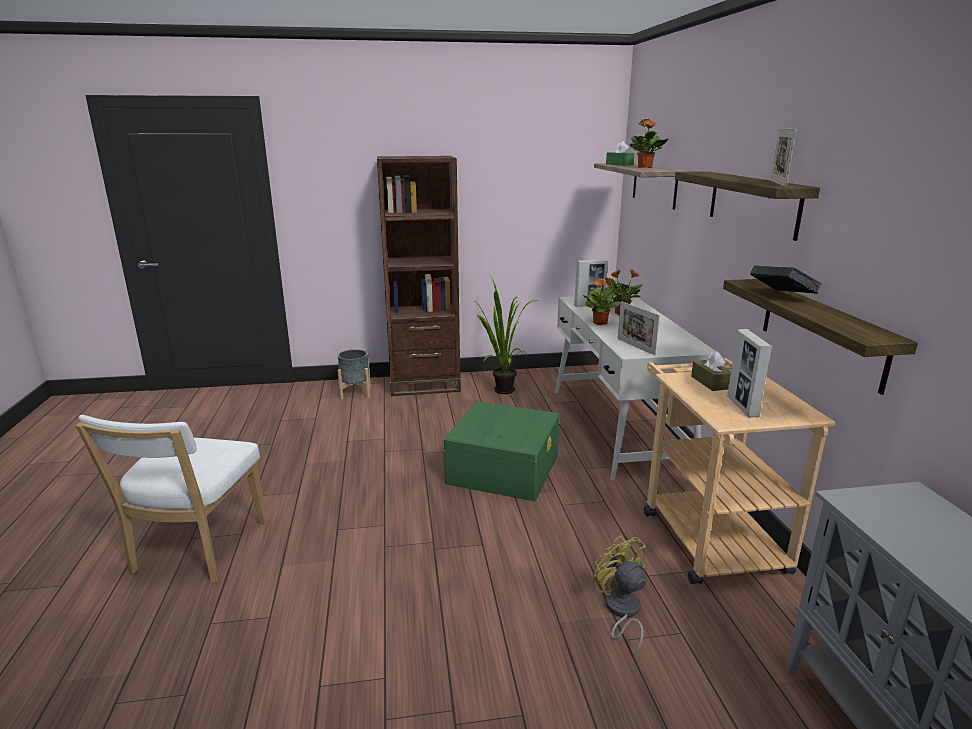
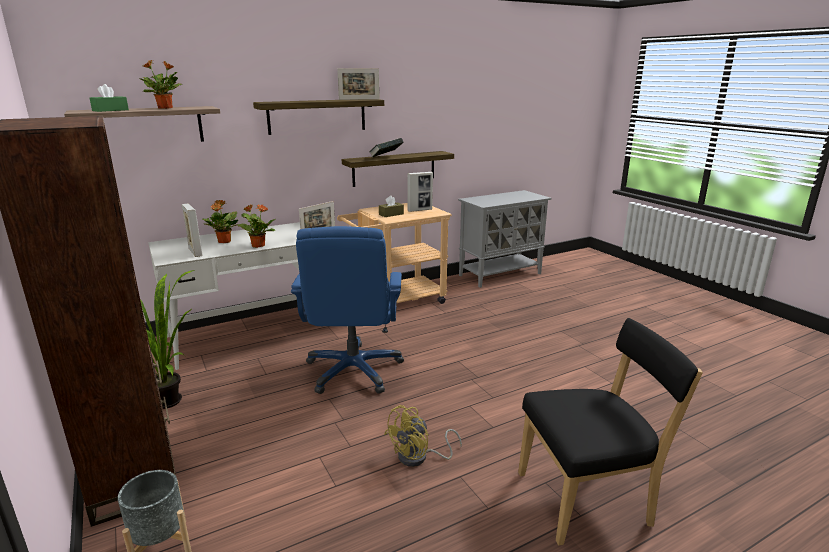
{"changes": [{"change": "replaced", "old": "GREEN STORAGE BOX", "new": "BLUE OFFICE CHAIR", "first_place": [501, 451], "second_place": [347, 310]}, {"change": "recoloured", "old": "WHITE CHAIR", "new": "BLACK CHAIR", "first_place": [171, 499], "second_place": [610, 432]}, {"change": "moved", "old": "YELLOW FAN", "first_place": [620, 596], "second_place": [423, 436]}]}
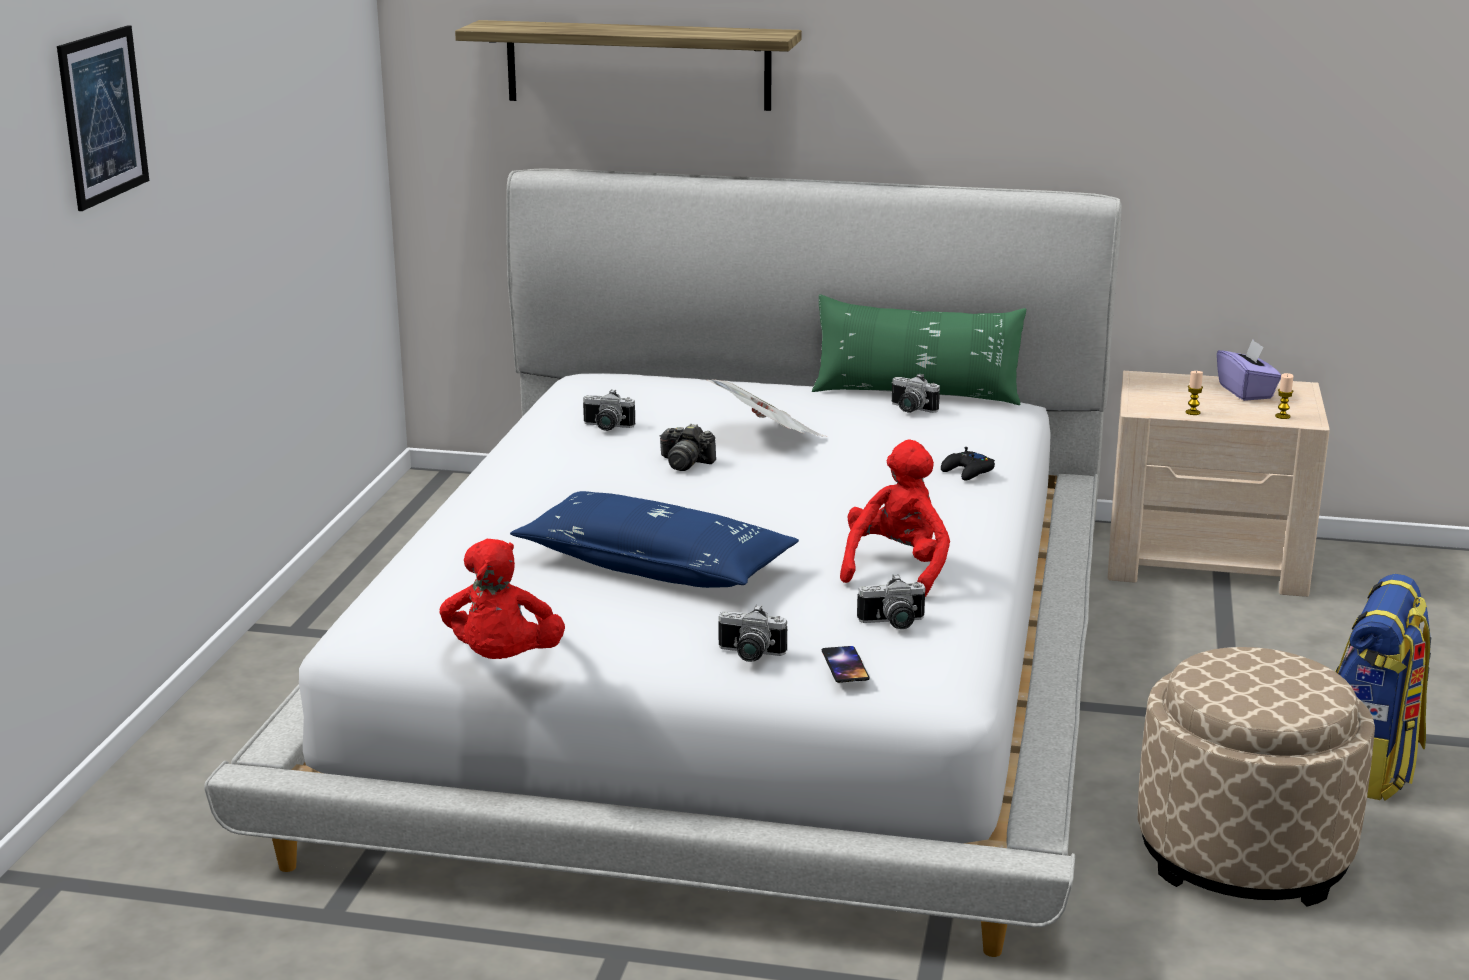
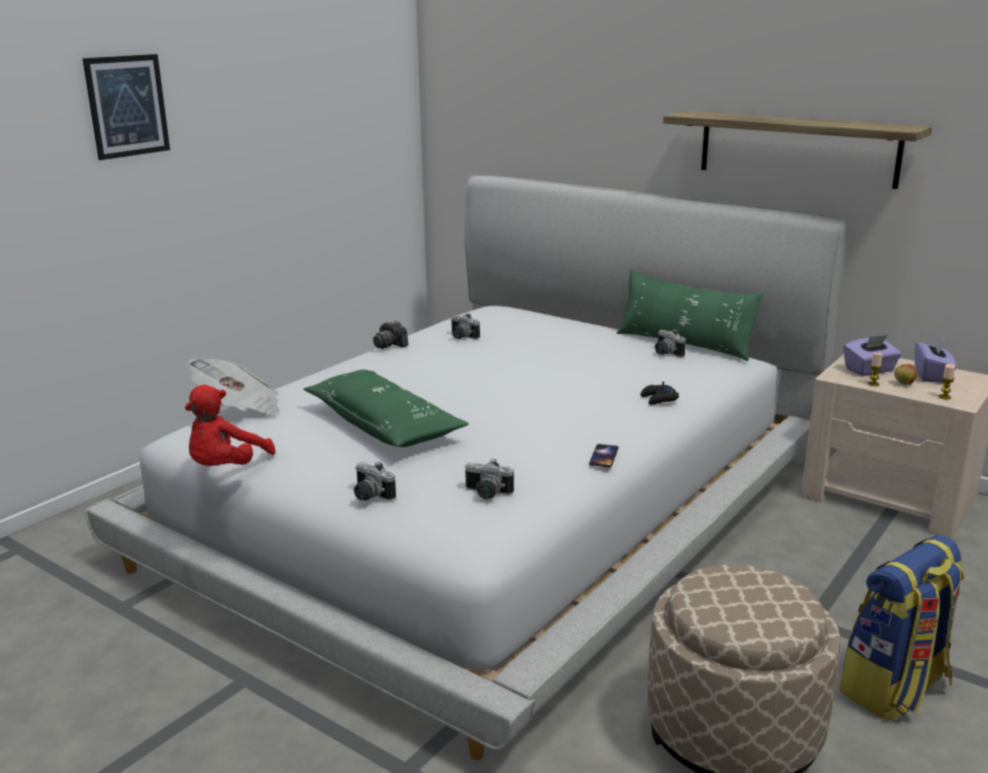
{"changes": [{"change": "moved", "old": "SHELF", "first_place": [628, 65], "second_place": [797, 150]}, {"change": "moved", "old": "NEWSPAPER", "first_place": [767, 408], "second_place": [233, 387]}, {"change": "moved", "old": "PHOTO CAMERA", "first_place": [687, 447], "second_place": [390, 335]}, {"change": "removed", "old": "RED PLUSH TOY", "first_place": [895, 518]}, {"change": "recoloured", "old": "BLUE PILLOW", "new": "GREEN PILLOW", "first_place": [654, 539], "second_place": [386, 408]}, {"change": "moved", "old": "PHONE", "first_place": [846, 664], "second_place": [603, 455]}, {"change": "added", "new": "PURPLE TISSUE BOX", "second_place": [873, 355]}, {"change": "added", "new": "APPLE", "second_place": [905, 374]}]}
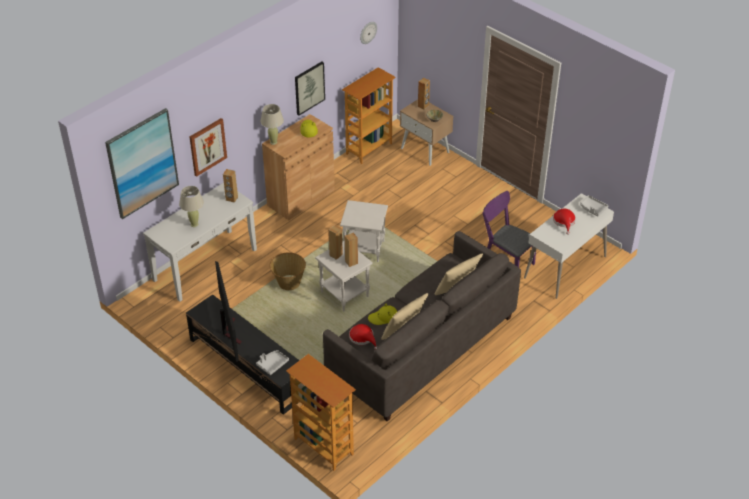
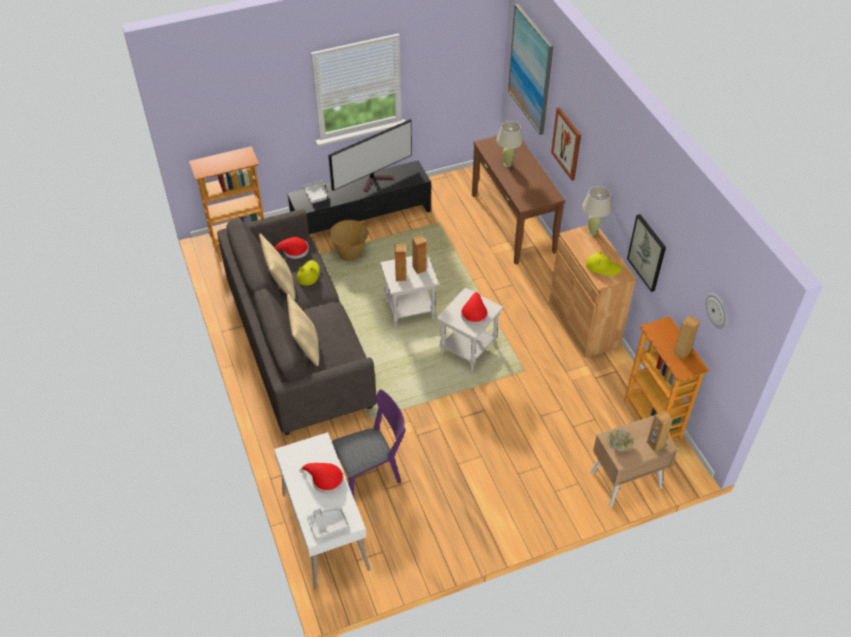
{"changes": [{"change": "moved", "old": "BROWN SPEAKER", "first_place": [230, 186], "second_place": [686, 337]}, {"change": "recoloured", "old": "WHITE CONSOLE TABLE", "new": "BROWN CONSOLE TABLE", "first_place": [200, 242], "second_place": [518, 198]}, {"change": "moved", "old": "BASKET", "first_place": [287, 271], "second_place": [348, 240]}, {"change": "turned", "old": "TELEVISION", "first_place": [228, 311], "second_place": [370, 155], "degrees": -45}, {"change": "added", "new": "RED HAT", "second_place": [474, 308]}]}
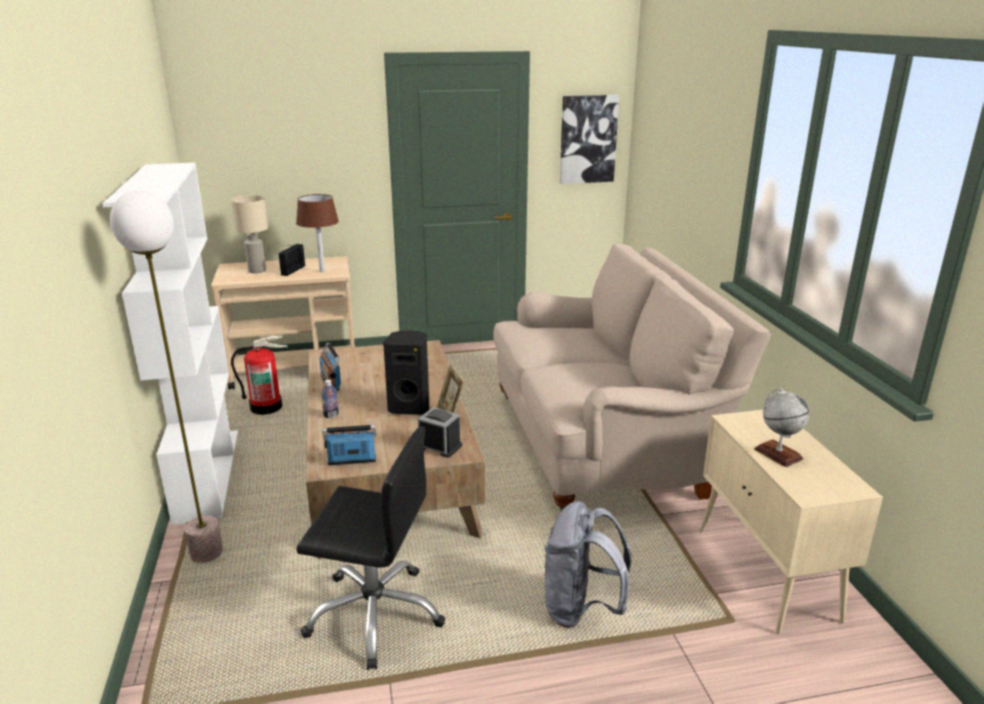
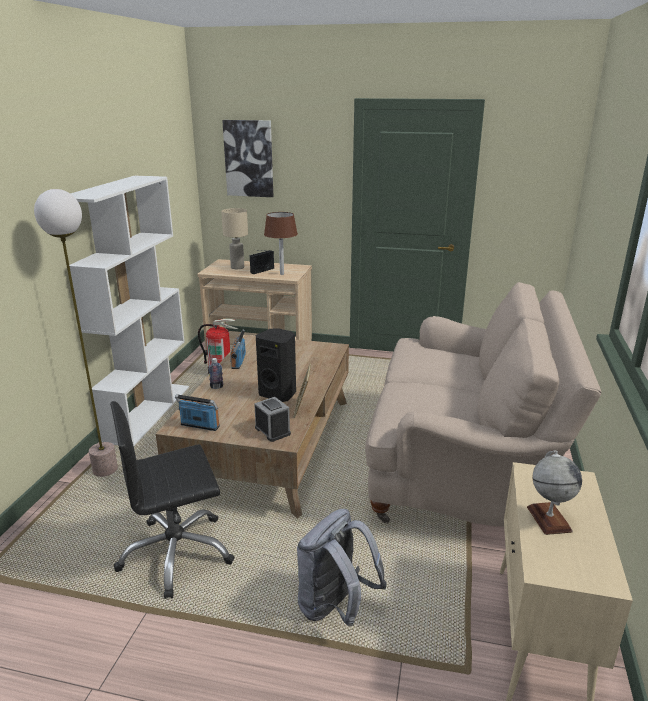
{"changes": [{"change": "moved", "old": "PICTURE", "first_place": [589, 139], "second_place": [247, 158]}, {"change": "turned", "old": "BLACK OFFICE CHAIR", "first_place": [370, 548], "second_place": [172, 500], "degrees": 120}]}
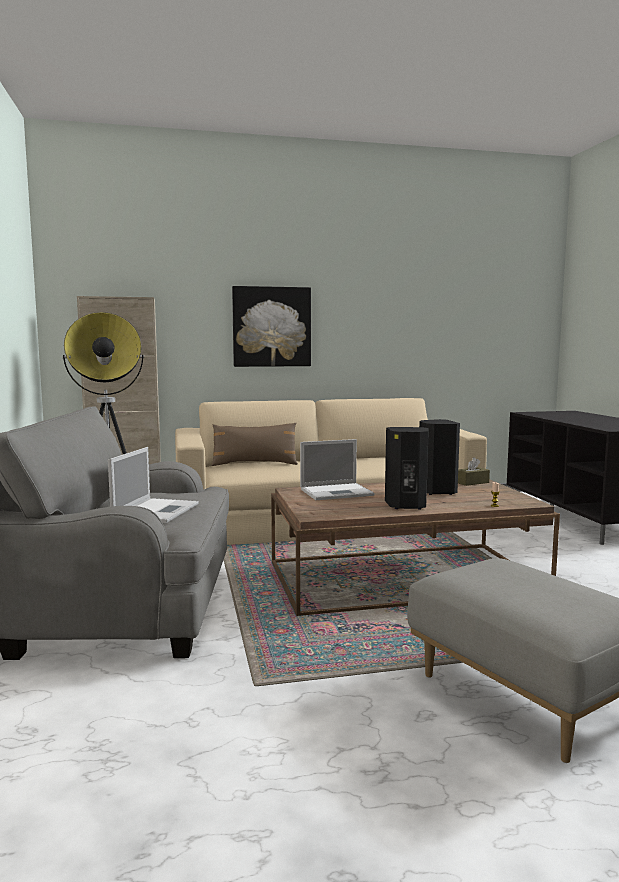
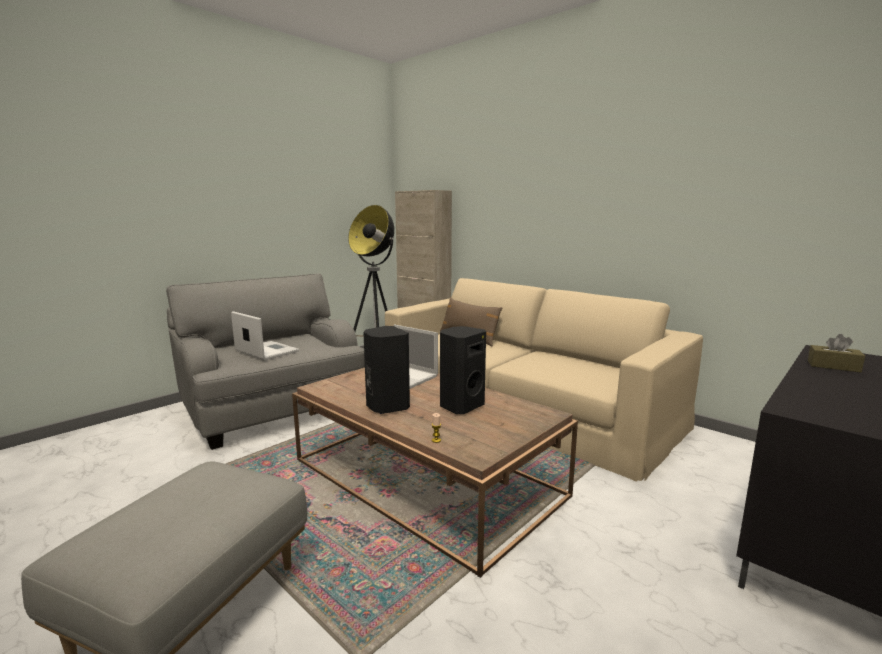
{"changes": [{"change": "removed", "old": "PICTURE", "first_place": [271, 326]}, {"change": "turned", "old": "LAPTOP", "first_place": [153, 485], "second_place": [265, 335], "degrees": -120}, {"change": "moved", "old": "BROWN TISSUE BOX", "first_place": [474, 471], "second_place": [836, 353]}]}
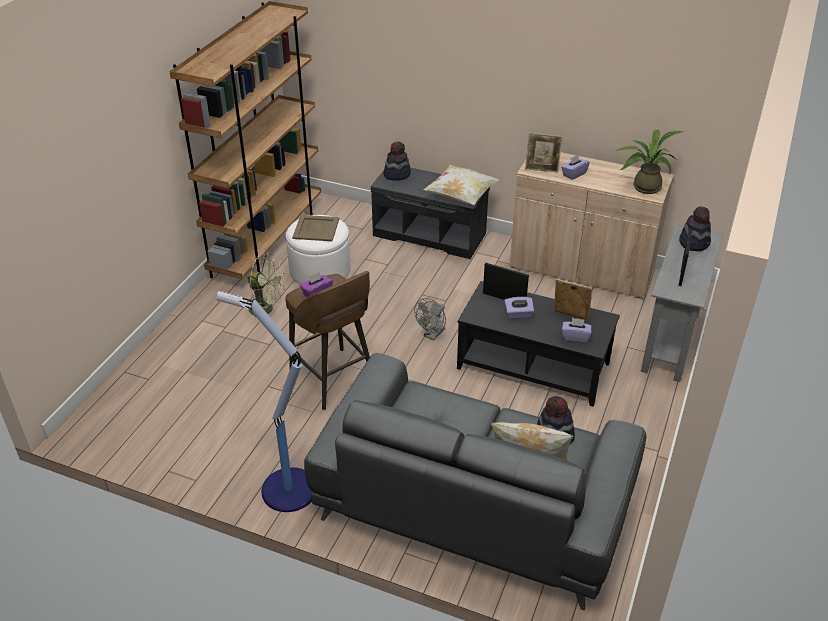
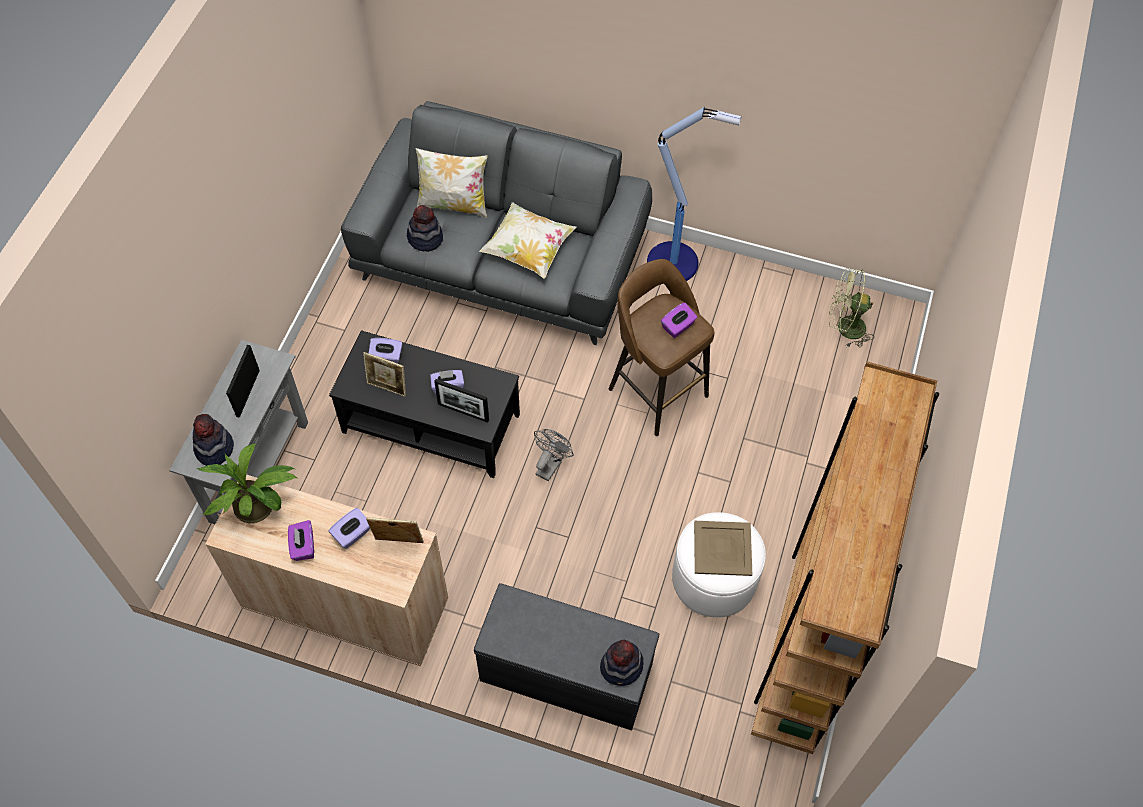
{"changes": [{"change": "moved", "old": "PILLOW", "first_place": [461, 185], "second_place": [527, 240]}, {"change": "moved", "old": "GREEN FAN", "first_place": [266, 288], "second_place": [851, 307]}, {"change": "added", "new": "PURPLE TISSUE BOX", "second_place": [301, 540]}]}
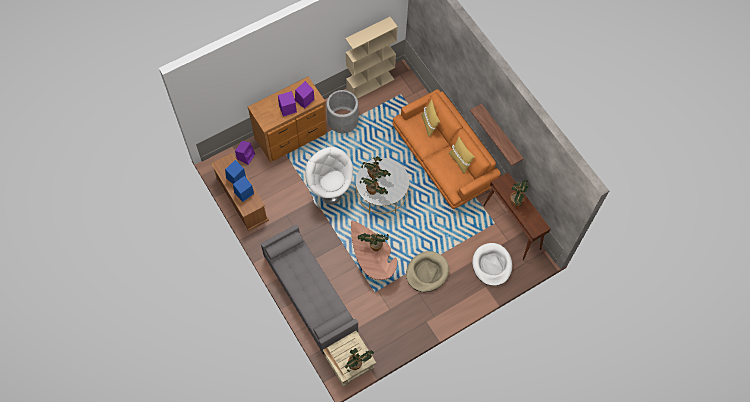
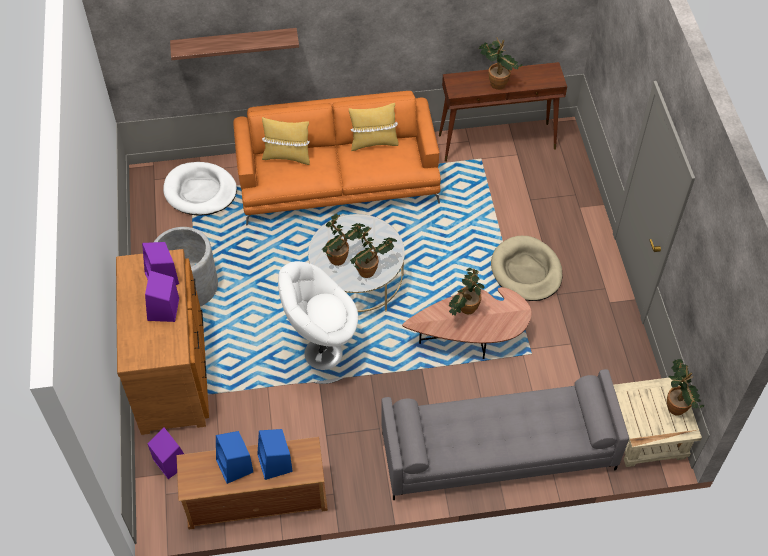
{"changes": [{"change": "removed", "old": "BEIGE BOOKCASE", "first_place": [371, 58]}, {"change": "moved", "old": "SHELF", "first_place": [497, 134], "second_place": [234, 44]}, {"change": "moved", "old": "WHITE DOG BED", "first_place": [492, 264], "second_place": [200, 189]}]}
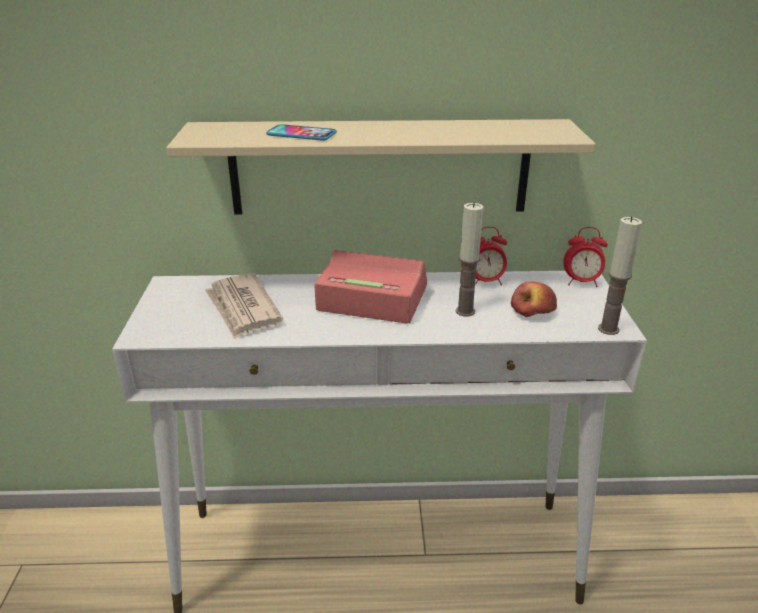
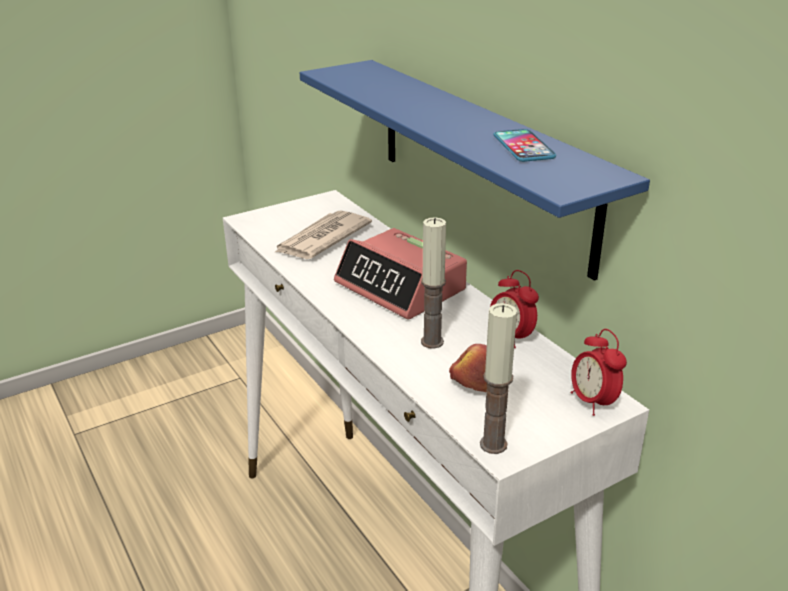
{"changes": [{"change": "recoloured", "old": "BEIGE SHELF", "new": "BLUE SHELF", "first_place": [381, 167], "second_place": [475, 170]}, {"change": "moved", "old": "PHONE", "first_place": [301, 132], "second_place": [524, 145]}, {"change": "turned", "old": "ALARM CLOCK", "first_place": [370, 287], "second_place": [400, 274], "degrees": 150}]}
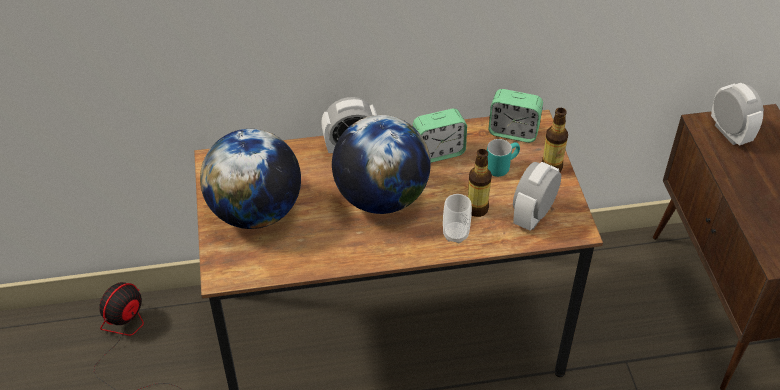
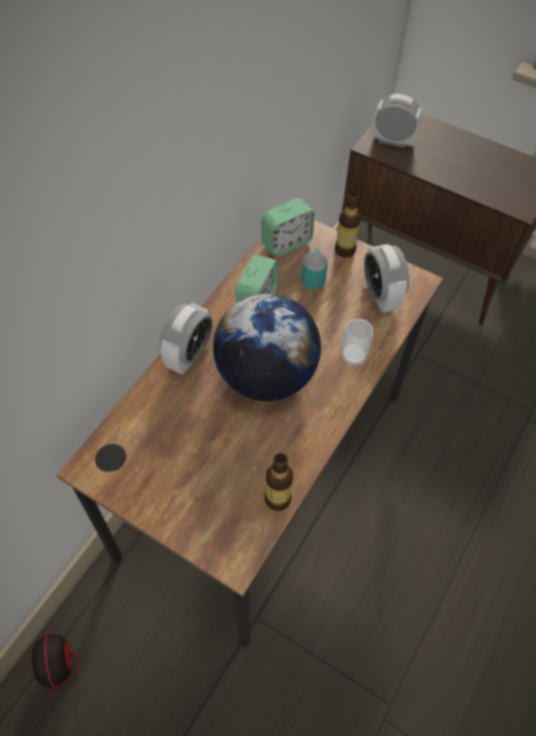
{"changes": [{"change": "removed", "old": "GLOBE", "first_place": [250, 179]}, {"change": "moved", "old": "BOTTLE", "first_place": [480, 183], "second_place": [279, 482]}]}
